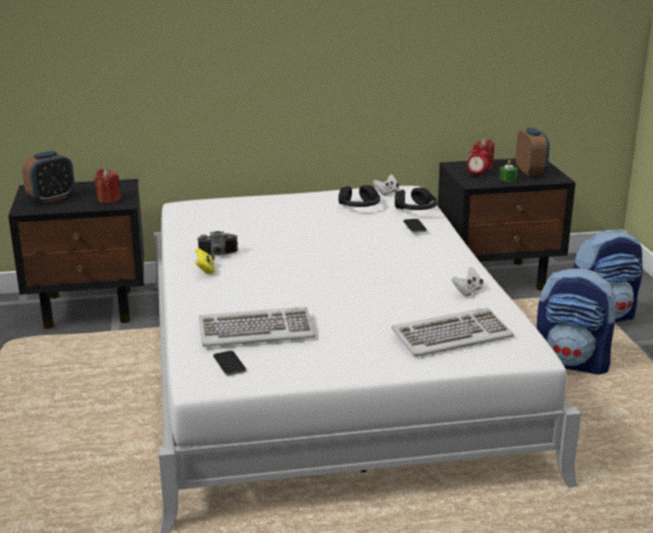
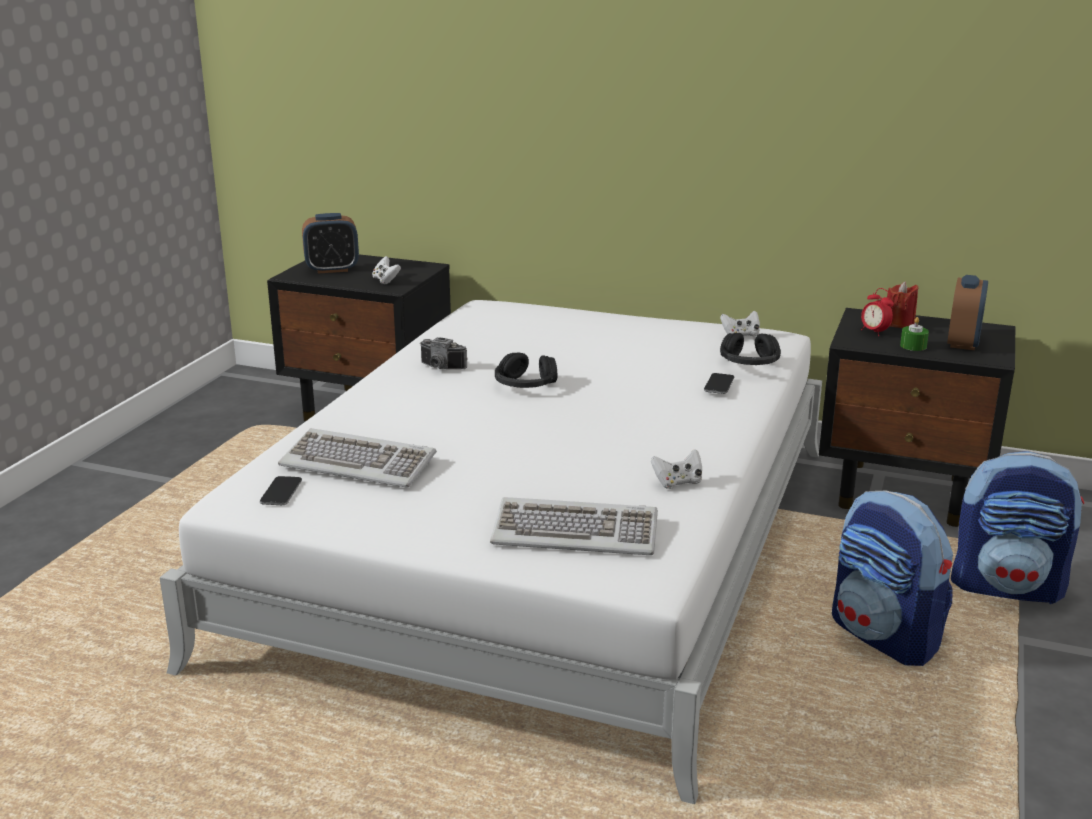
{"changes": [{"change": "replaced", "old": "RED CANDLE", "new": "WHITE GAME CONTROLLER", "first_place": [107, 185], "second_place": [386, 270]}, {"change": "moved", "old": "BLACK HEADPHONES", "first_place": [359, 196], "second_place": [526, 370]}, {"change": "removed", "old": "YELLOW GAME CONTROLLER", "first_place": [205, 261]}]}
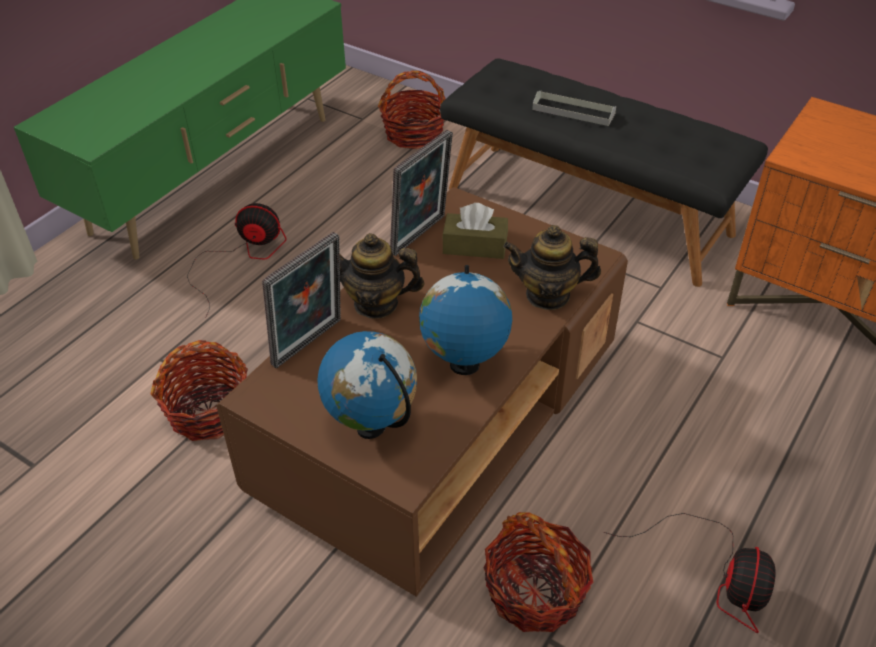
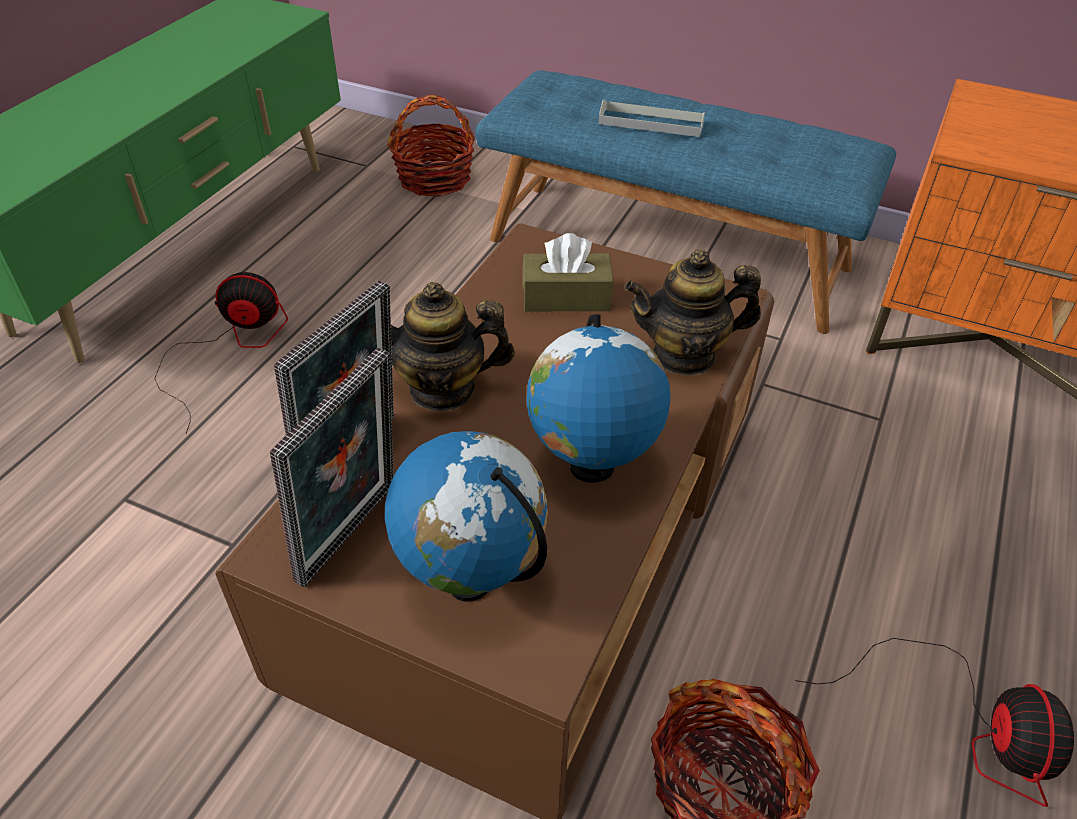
{"changes": [{"change": "recoloured", "old": "BLACK BENCH", "new": "BLUE BENCH", "first_place": [604, 172], "second_place": [686, 202]}, {"change": "moved", "old": "PICTURE FRAME", "first_place": [421, 193], "second_place": [332, 467]}, {"change": "removed", "old": "BASKET", "first_place": [199, 390]}]}
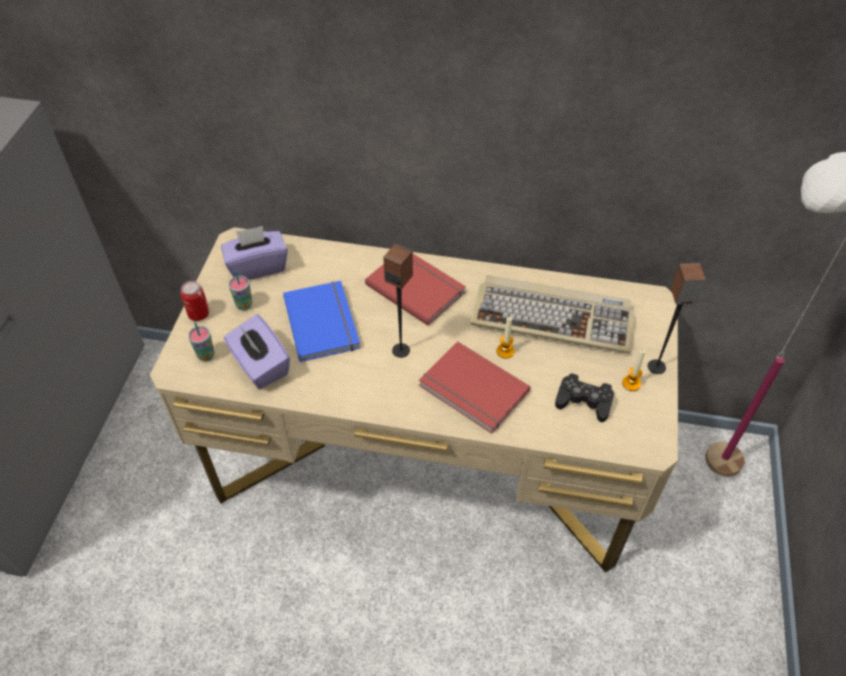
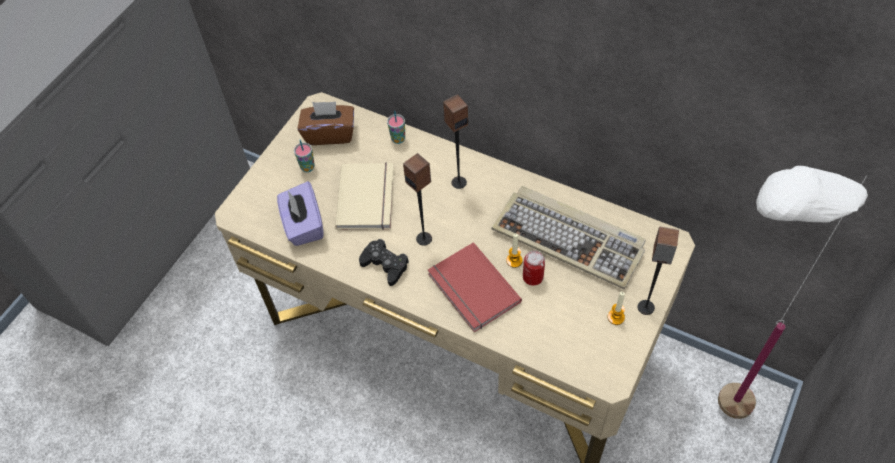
{"changes": [{"change": "recoloured", "old": "PURPLE TISSUE BOX", "new": "BROWN TISSUE BOX", "first_place": [254, 253], "second_place": [326, 123]}, {"change": "replaced", "old": "RED BOOK", "new": "SPEAKER", "first_place": [415, 290], "second_place": [455, 141]}, {"change": "moved", "old": "CAN", "first_place": [195, 301], "second_place": [534, 268]}, {"change": "recoloured", "old": "BLUE BOOK", "new": "BEIGE BOOK", "first_place": [322, 321], "second_place": [364, 196]}, {"change": "moved", "old": "CUP", "first_place": [201, 342], "second_place": [396, 127]}, {"change": "moved", "old": "BLACK GAME CONTROLLER", "first_place": [584, 397], "second_place": [384, 262]}]}
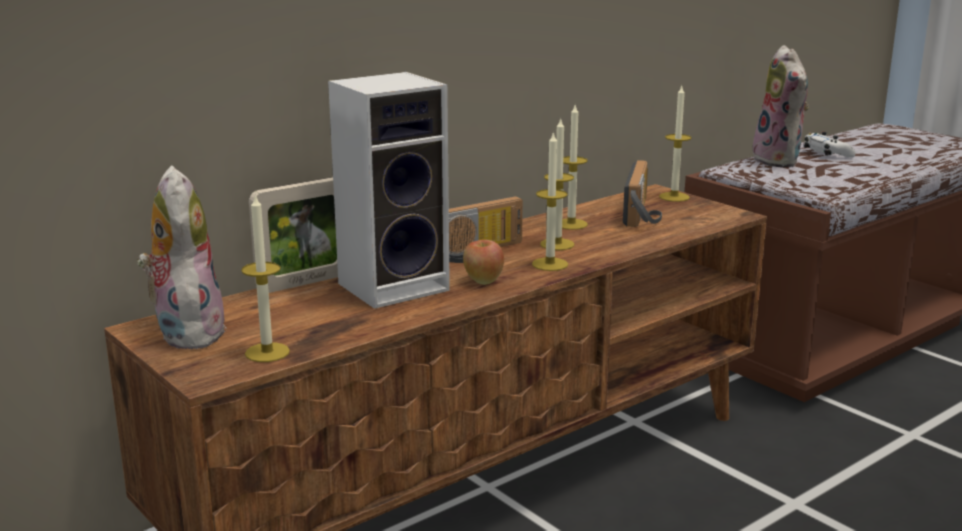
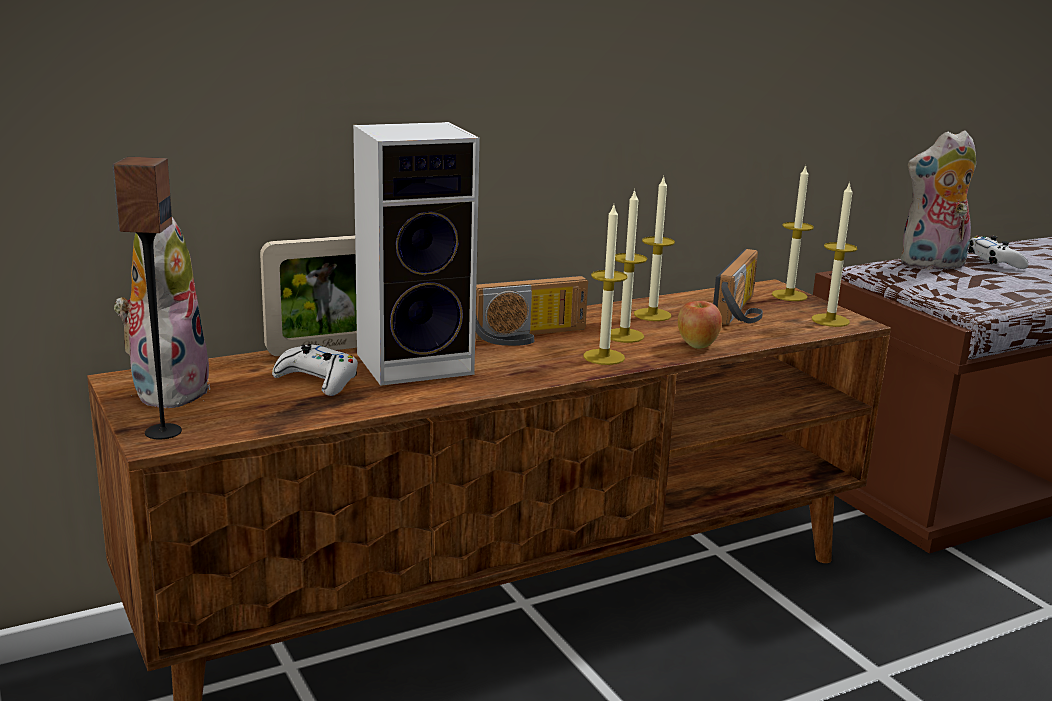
{"changes": [{"change": "turned", "old": "PLUSH TOY", "first_place": [779, 106], "second_place": [938, 200], "degrees": 75}, {"change": "moved", "old": "CANDLE", "first_place": [265, 277], "second_place": [834, 254]}, {"change": "moved", "old": "APPLE", "first_place": [483, 262], "second_place": [700, 325]}, {"change": "added", "new": "SPEAKER", "second_place": [147, 298]}, {"change": "added", "new": "WHITE GAME CONTROLLER", "second_place": [315, 370]}]}
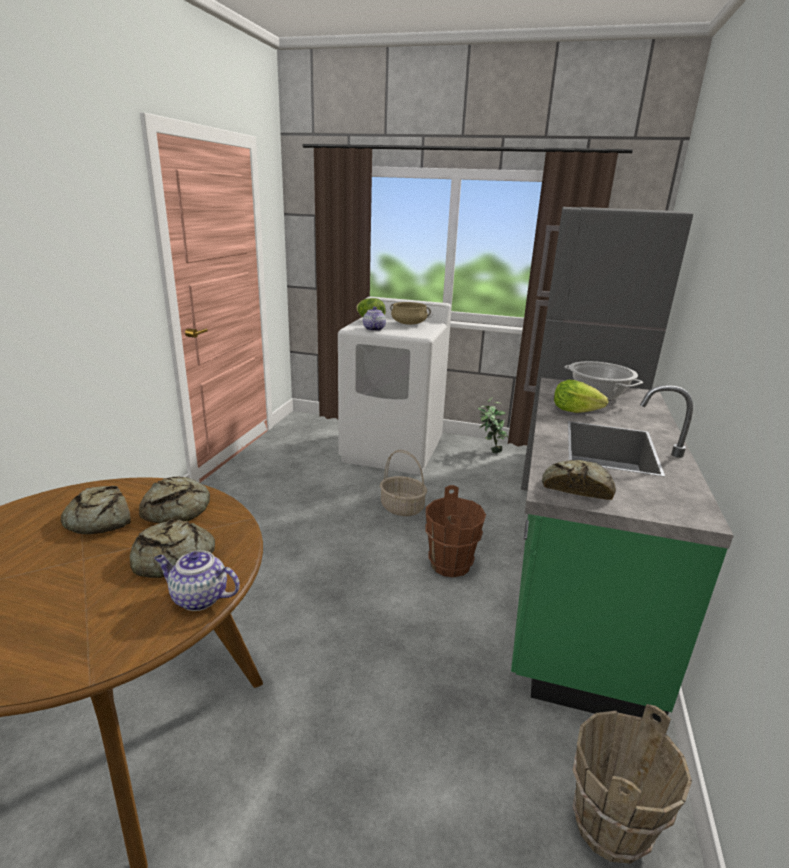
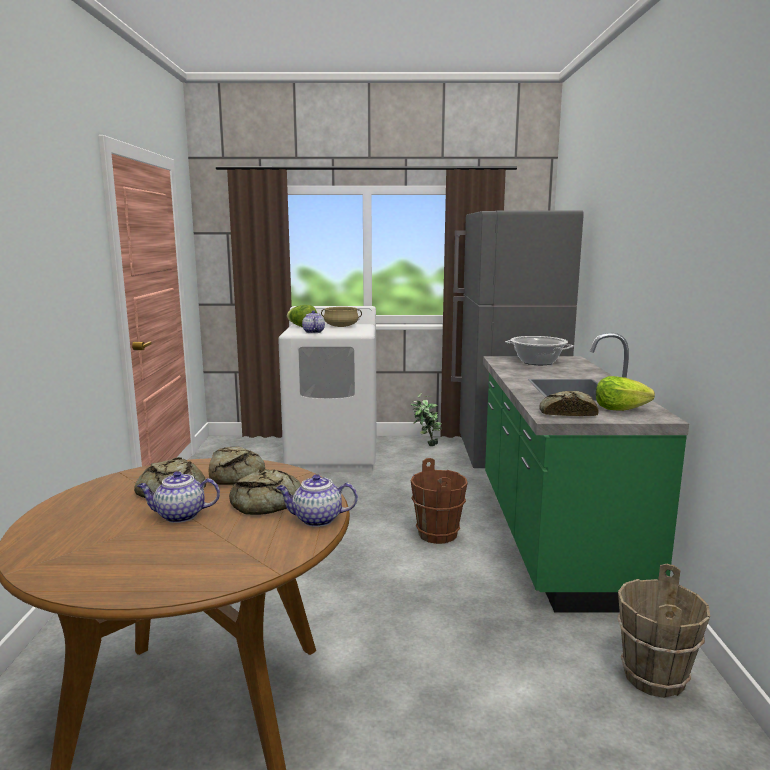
{"changes": [{"change": "moved", "old": "LETTUCE", "first_place": [581, 396], "second_place": [625, 393]}, {"change": "removed", "old": "BASKET", "first_place": [403, 483]}, {"change": "added", "new": "TEAPOT", "second_place": [178, 497]}]}
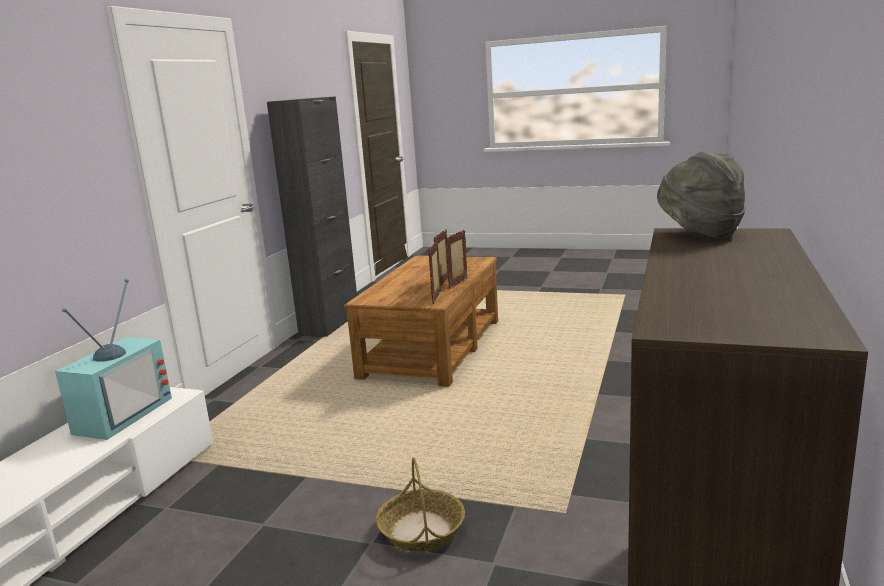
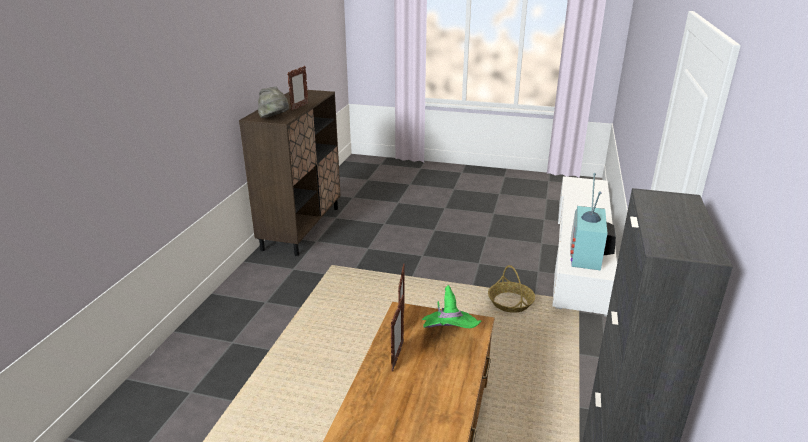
{"changes": [{"change": "moved", "old": "PICTURE FRAME", "first_place": [456, 259], "second_place": [297, 88]}, {"change": "moved", "old": "BASKET", "first_place": [420, 504], "second_place": [511, 289]}, {"change": "added", "new": "GREEN HAT", "second_place": [451, 306]}]}
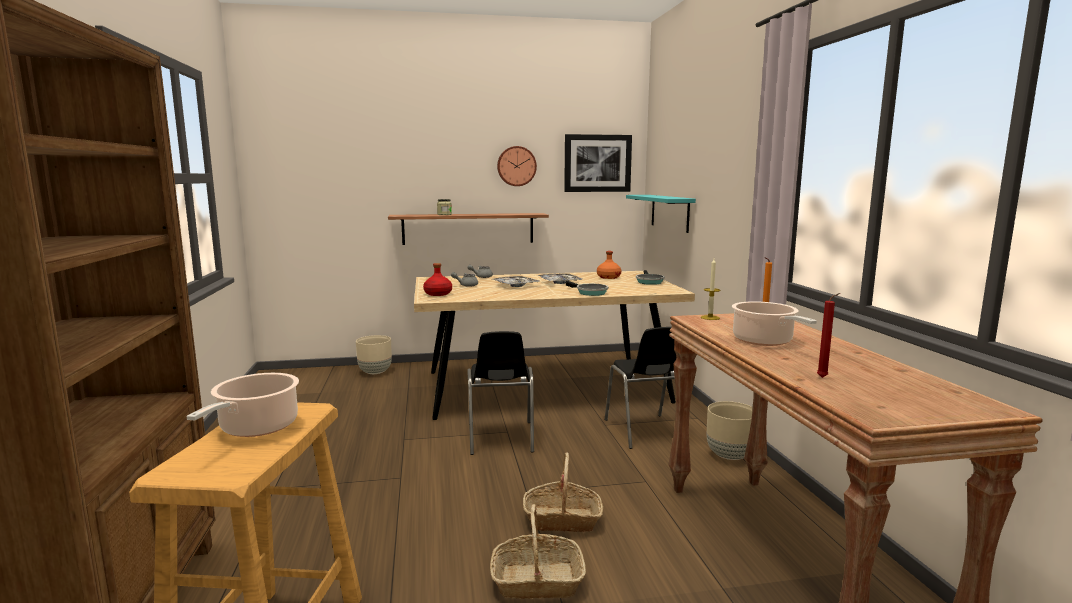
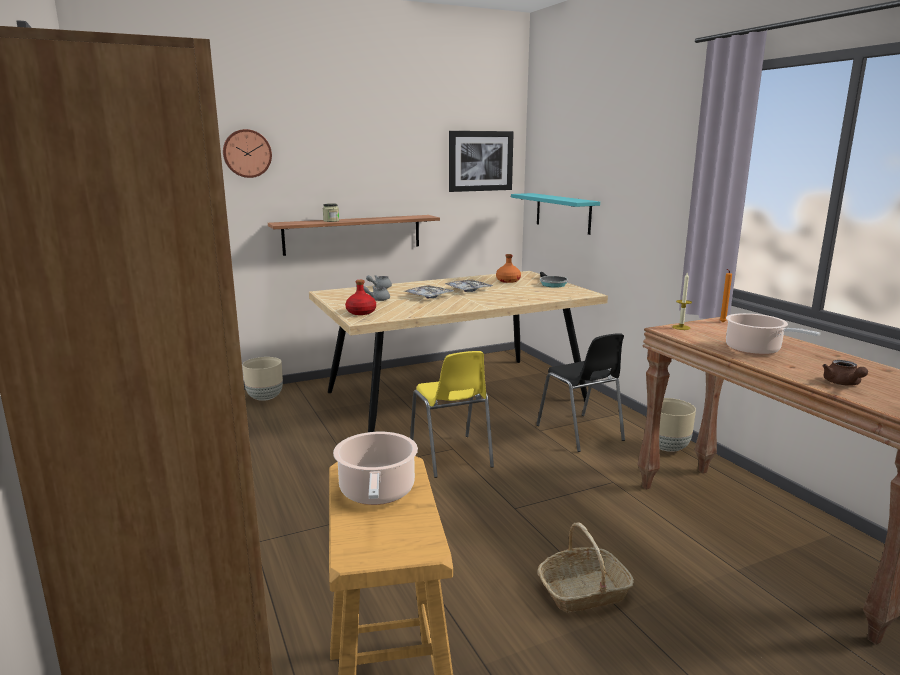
{"changes": [{"change": "moved", "old": "WALL CLOCK", "first_place": [517, 166], "second_place": [247, 153]}, {"change": "removed", "old": "FRYING PAN", "first_place": [587, 288]}, {"change": "replaced", "old": "RED CANDLE", "new": "BROWN TEAPOT", "first_place": [828, 335], "second_place": [845, 373]}, {"change": "recoloured", "old": "BLACK CHAIR", "new": "YELLOW CHAIR", "first_place": [500, 393], "second_place": [452, 414]}, {"change": "removed", "old": "BASKET", "first_place": [563, 492]}]}
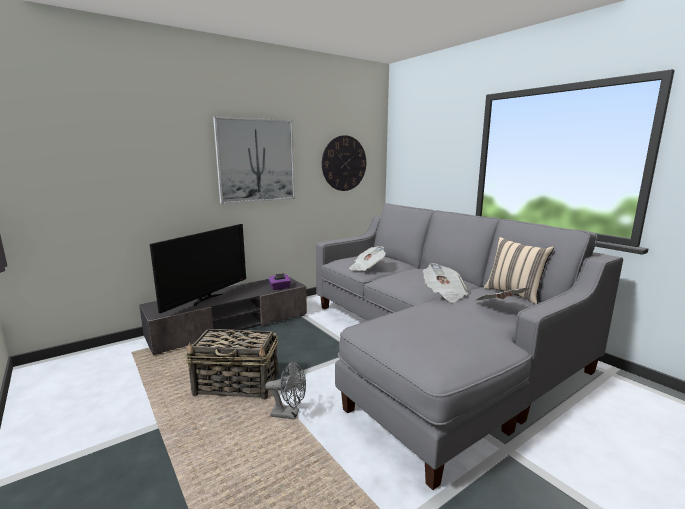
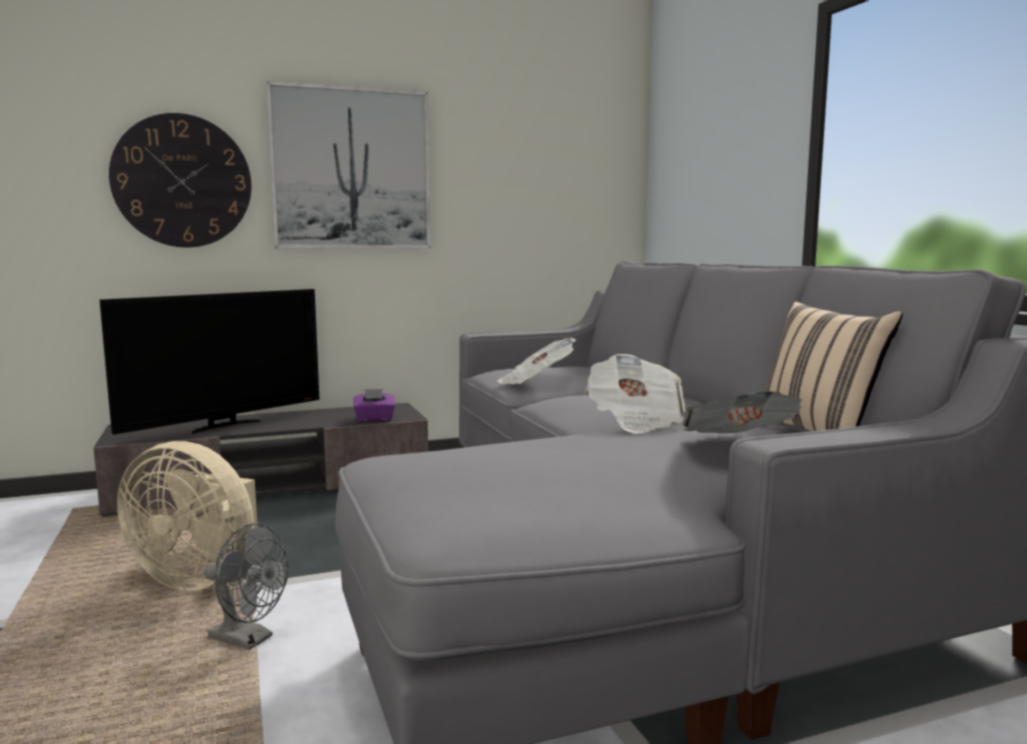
{"changes": [{"change": "moved", "old": "WALL CLOCK", "first_place": [344, 163], "second_place": [180, 180]}, {"change": "replaced", "old": "BASKET", "new": "BEIGE FAN", "first_place": [231, 364], "second_place": [187, 516]}]}
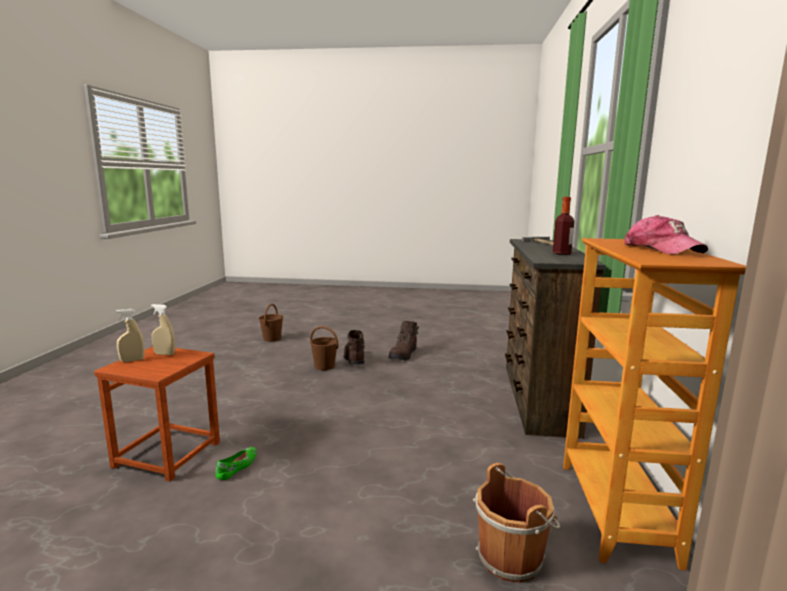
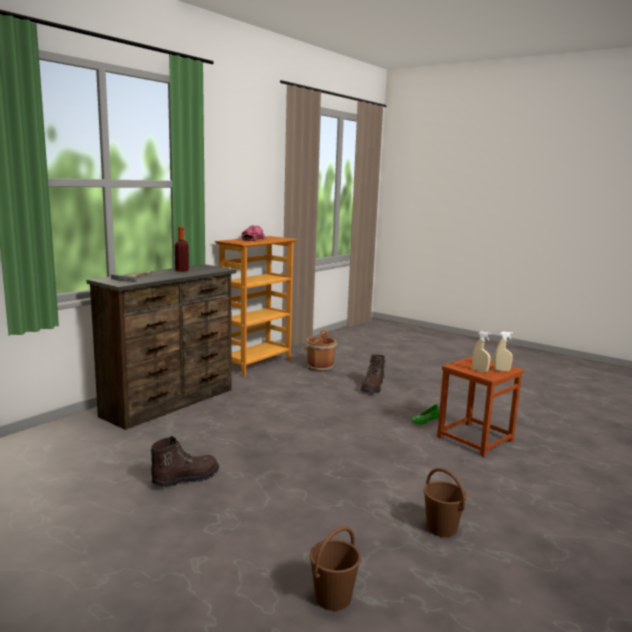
{"changes": [{"change": "moved", "old": "BROWN BUCKET", "first_place": [324, 348], "second_place": [445, 502]}, {"change": "moved", "old": "BROWN BOOT", "first_place": [354, 348], "second_place": [373, 373]}]}
